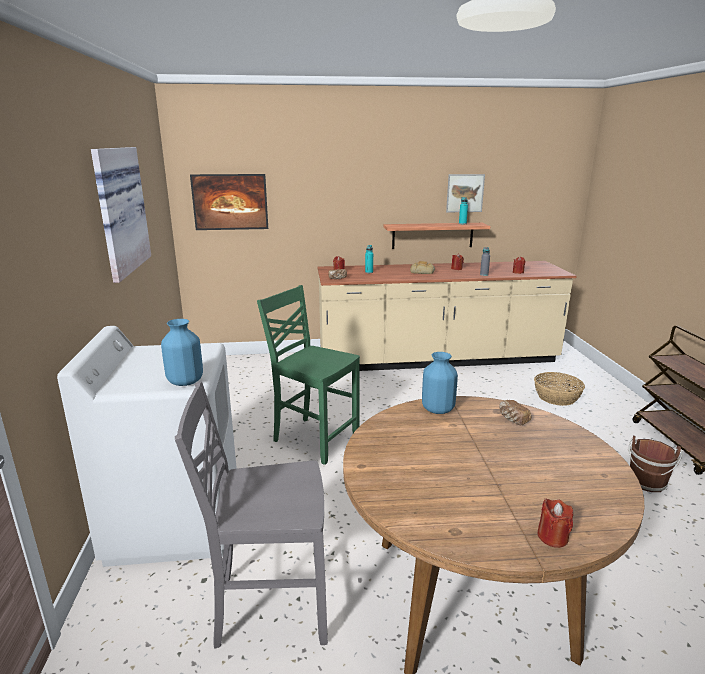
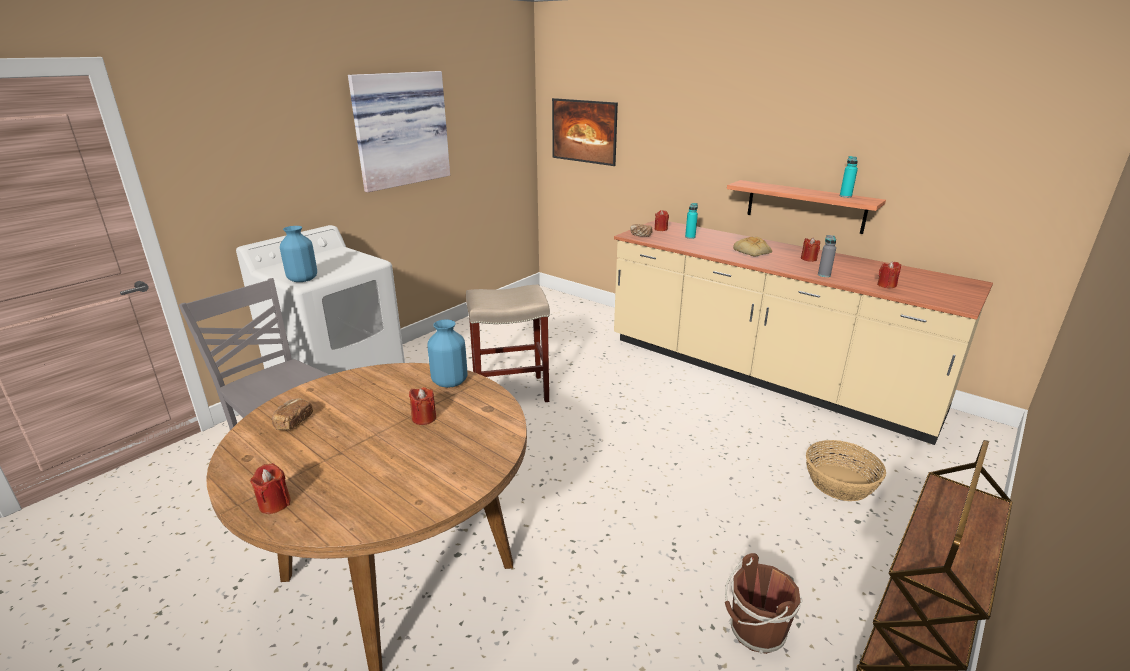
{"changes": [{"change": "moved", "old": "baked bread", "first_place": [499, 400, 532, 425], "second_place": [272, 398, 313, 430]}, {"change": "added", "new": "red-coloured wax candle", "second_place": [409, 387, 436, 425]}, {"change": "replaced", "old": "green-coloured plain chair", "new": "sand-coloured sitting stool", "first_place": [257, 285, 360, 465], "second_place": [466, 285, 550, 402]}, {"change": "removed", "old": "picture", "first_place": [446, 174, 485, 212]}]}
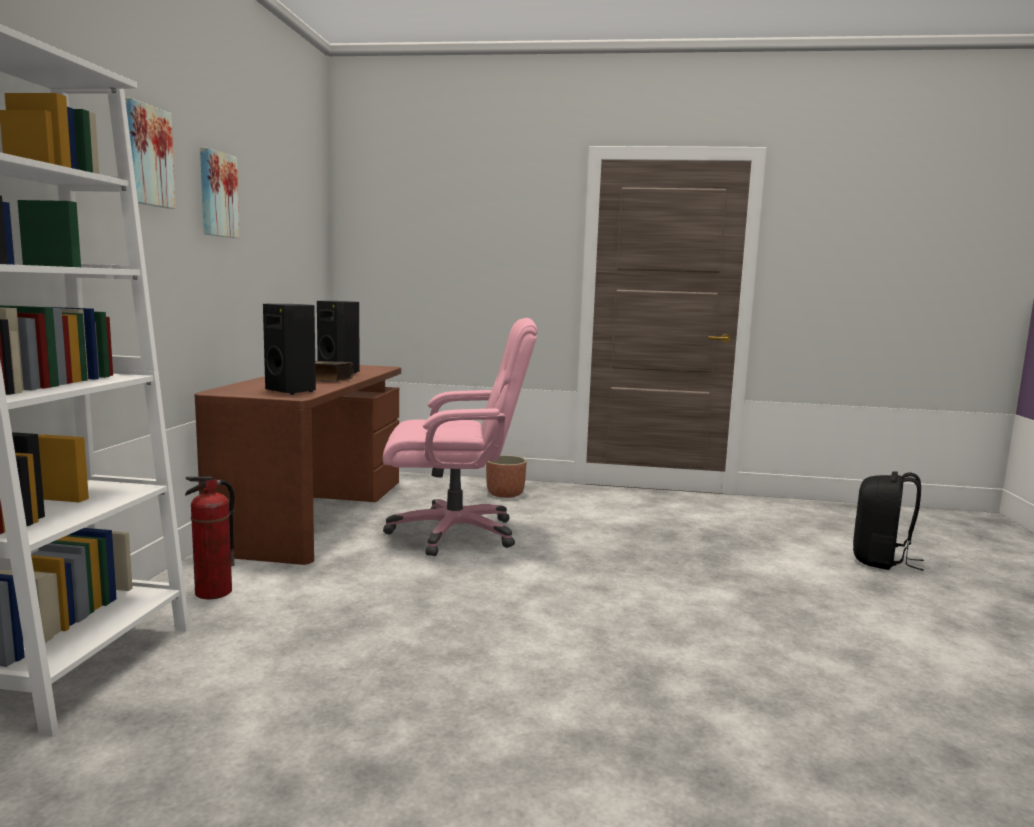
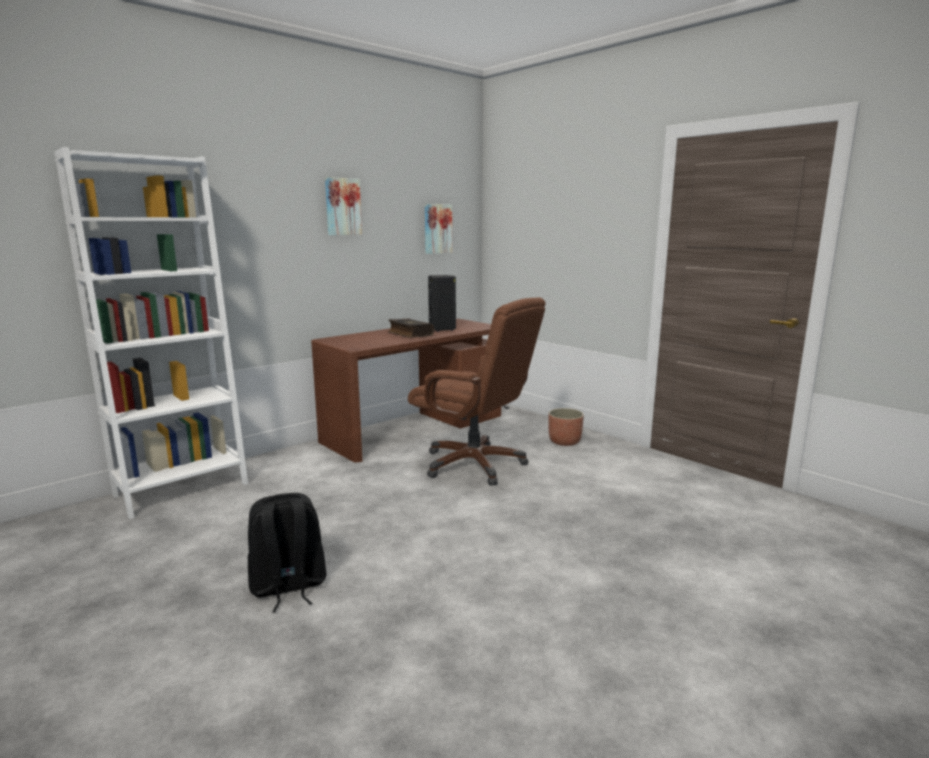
{"changes": [{"change": "moved", "old": "black knapsack", "first_place": [853, 472, 924, 571], "second_place": [248, 493, 326, 613]}, {"change": "recoloured", "old": "pink office chair", "new": "brownish office chair", "first_place": [383, 318, 537, 556], "second_place": [408, 297, 546, 486]}, {"change": "moved", "old": "picture", "first_place": [125, 98, 176, 209], "second_place": [425, 204, 452, 254]}, {"change": "removed", "old": "extinguisher", "first_place": [185, 477, 235, 599]}, {"change": "removed", "old": "black audio speaker", "first_place": [263, 304, 316, 395]}]}
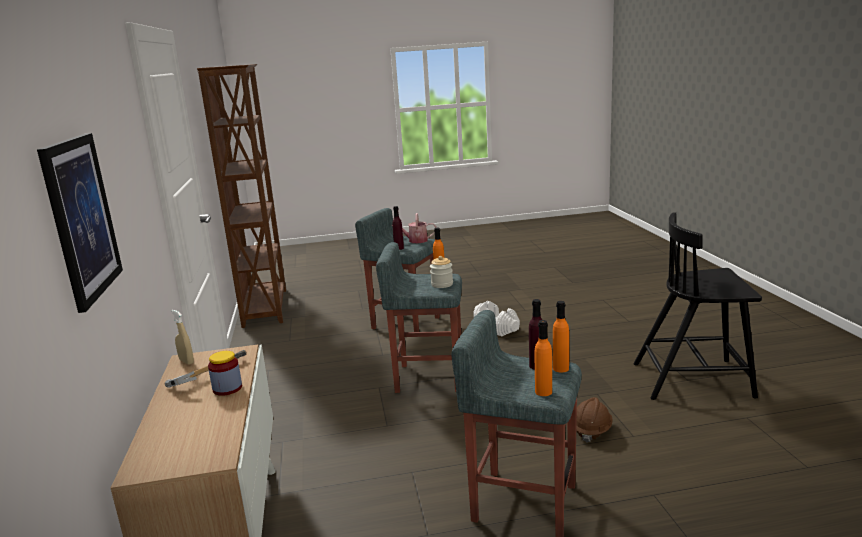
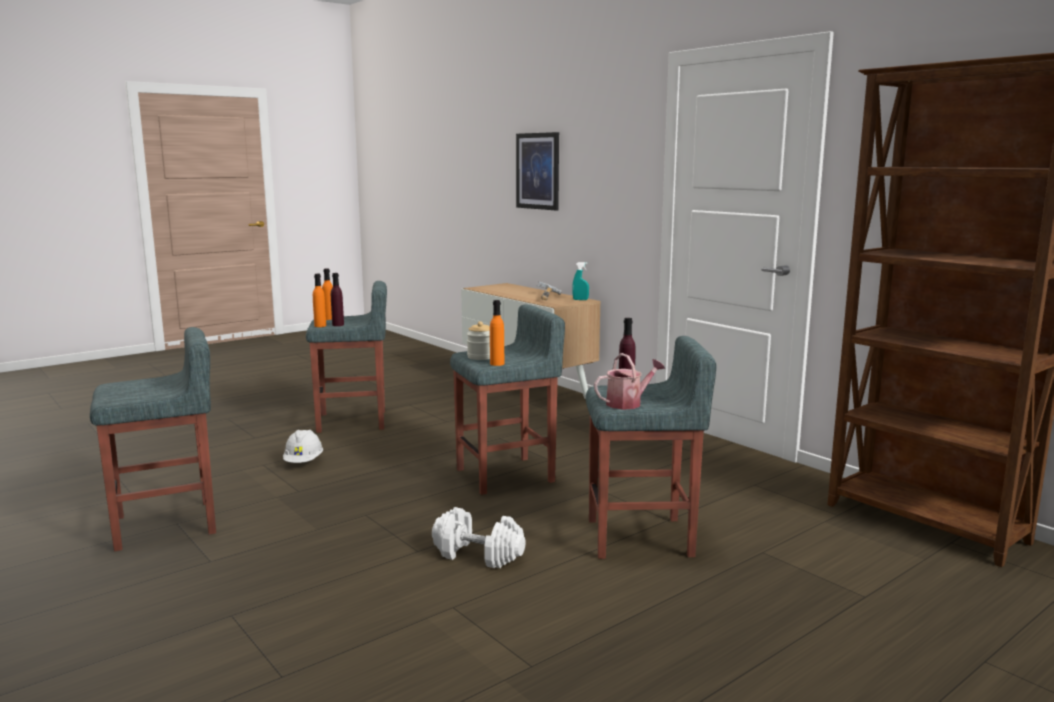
{"changes": [{"change": "replaced", "old": "black plain chair", "new": "gray sitting stool", "first_place": [634, 212, 762, 400], "second_place": [90, 327, 216, 551]}, {"change": "recoloured", "old": "brownish hard hat", "new": "white hard hat", "first_place": [576, 397, 613, 443], "second_place": [283, 430, 323, 463]}, {"change": "recoloured", "old": "sand-coloured spray bottle", "new": "turquoise-coloured spray bottle", "first_place": [171, 310, 194, 365], "second_place": [572, 262, 589, 300]}, {"change": "removed", "old": "preserve jar", "first_place": [208, 351, 242, 396]}]}
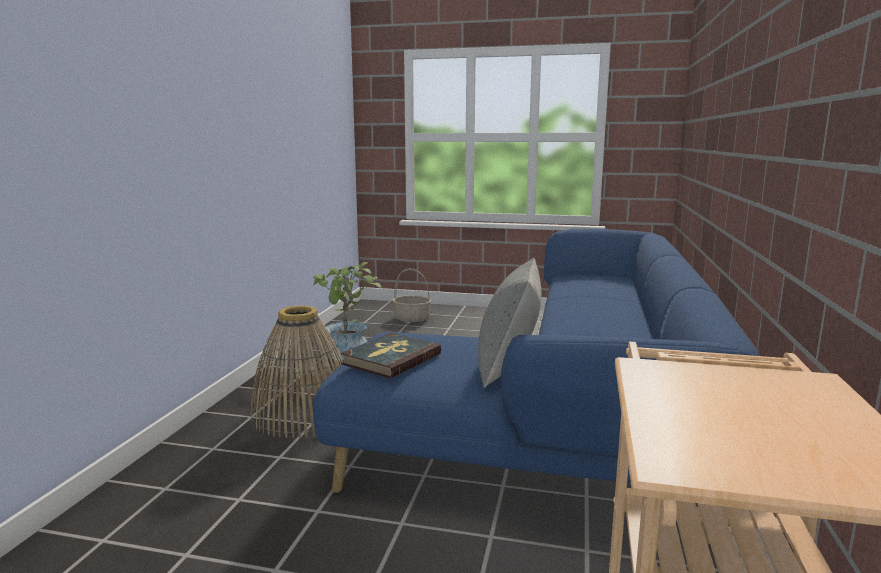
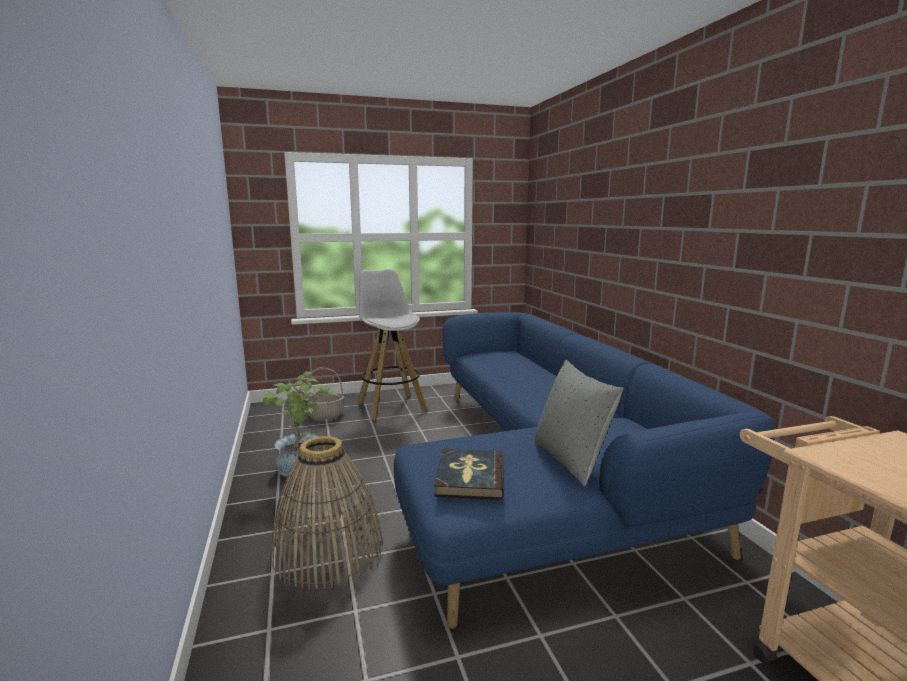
{"changes": [{"change": "added", "new": "white sitting stool", "second_place": [357, 269, 428, 420]}]}
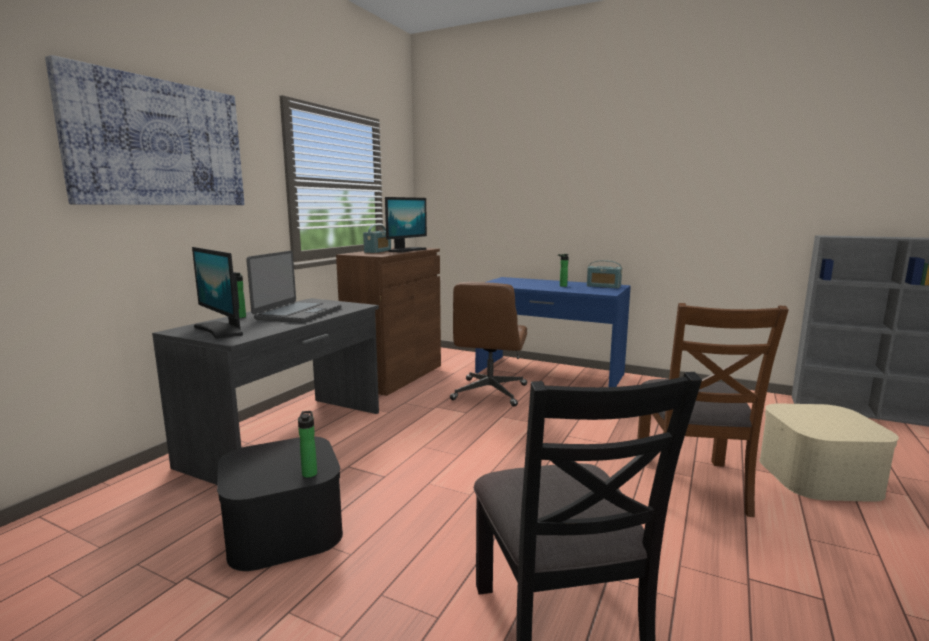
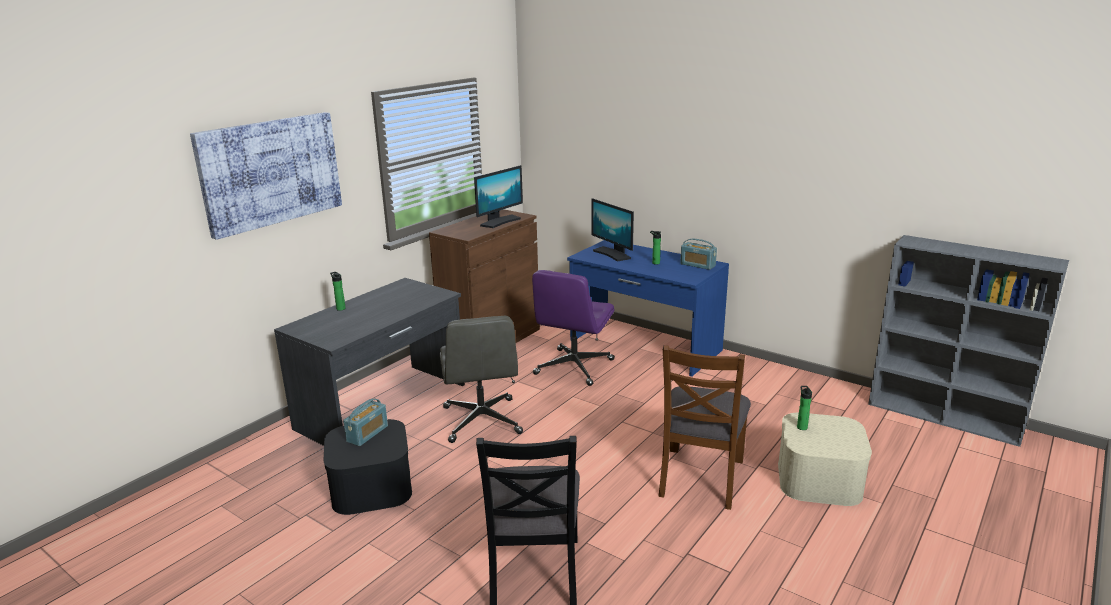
{"changes": [{"change": "moved", "old": "radio set", "first_place": [363, 225, 391, 253], "second_place": [343, 399, 388, 446]}, {"change": "added", "new": "gray office chair", "second_place": [440, 316, 523, 443]}, {"change": "recoloured", "old": "brownish office chair", "new": "purple-coloured office chair", "first_place": [450, 282, 527, 407], "second_place": [532, 270, 615, 386]}, {"change": "moved", "old": "computer screen", "first_place": [192, 247, 243, 339], "second_place": [592, 198, 634, 261]}, {"change": "moved", "old": "drink bottle", "first_place": [298, 411, 317, 478], "second_place": [797, 386, 812, 430]}, {"change": "removed", "old": "portable computer", "first_place": [246, 251, 341, 323]}]}
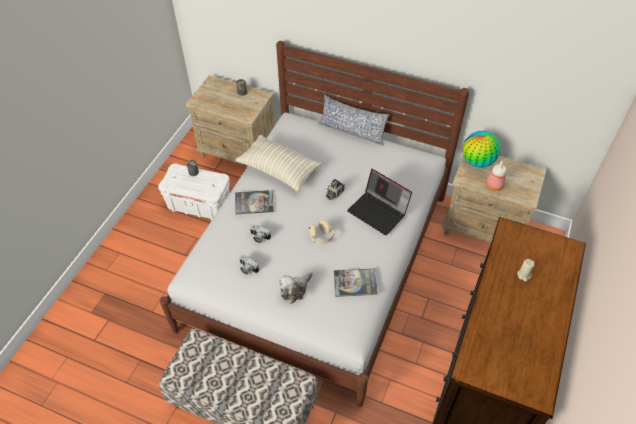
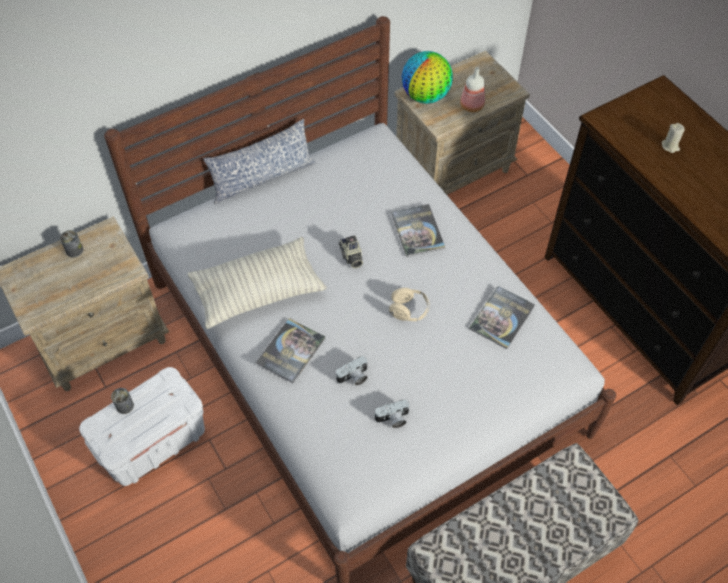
{"changes": [{"change": "replaced", "old": "portable computer", "new": "volume", "first_place": [347, 169, 412, 235], "second_place": [391, 204, 445, 257]}, {"change": "removed", "old": "soft toy", "first_place": [279, 272, 313, 304]}]}
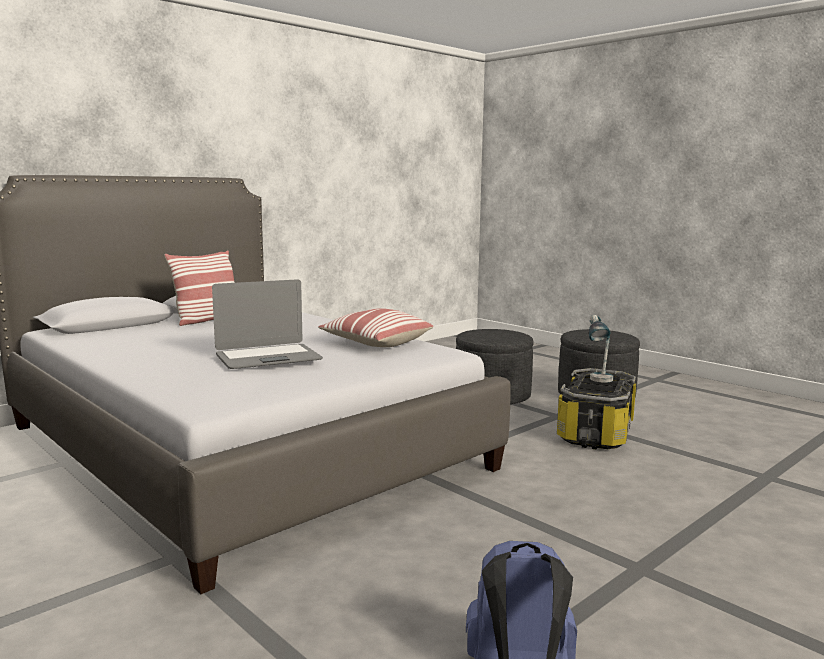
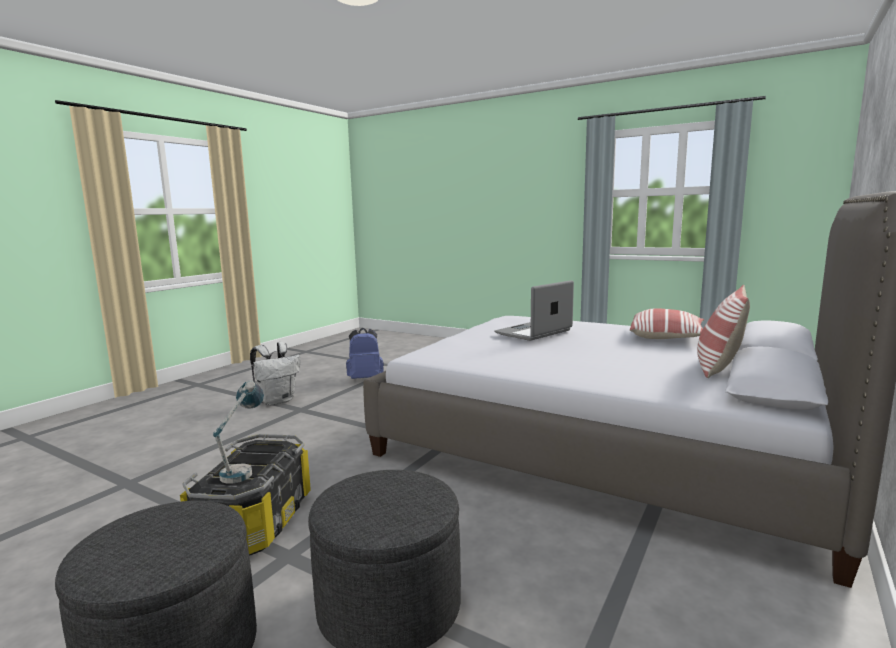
{"changes": [{"change": "added", "new": "white knapsack", "second_place": [250, 342, 300, 406]}, {"change": "moved", "old": "cushion", "first_place": [318, 308, 433, 347], "second_place": [630, 308, 704, 339]}]}
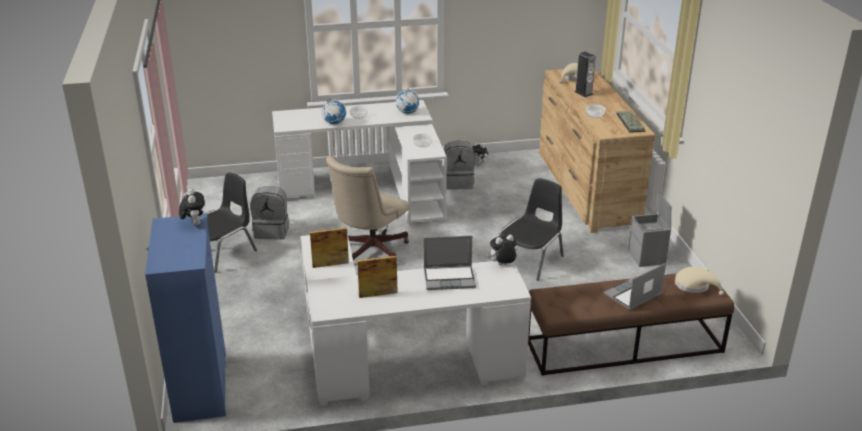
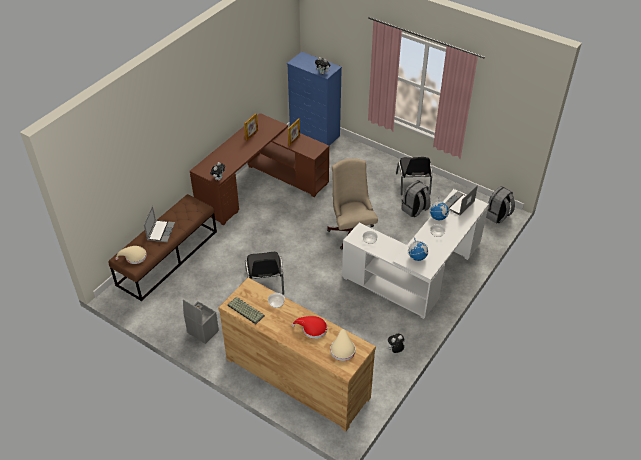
{"changes": [{"change": "recoloured", "old": "white desk table", "new": "brownish desk table", "first_place": [301, 233, 531, 406], "second_place": [190, 113, 329, 226]}, {"change": "replaced", "old": "audio speaker", "new": "red-coloured clothing hat", "first_place": [575, 52, 596, 97], "second_place": [291, 316, 327, 339]}, {"change": "moved", "old": "portable computer", "first_place": [424, 236, 476, 290], "second_place": [445, 185, 478, 216]}, {"change": "moved", "old": "gray knapsack", "first_place": [444, 141, 475, 190], "second_place": [486, 186, 515, 224]}]}
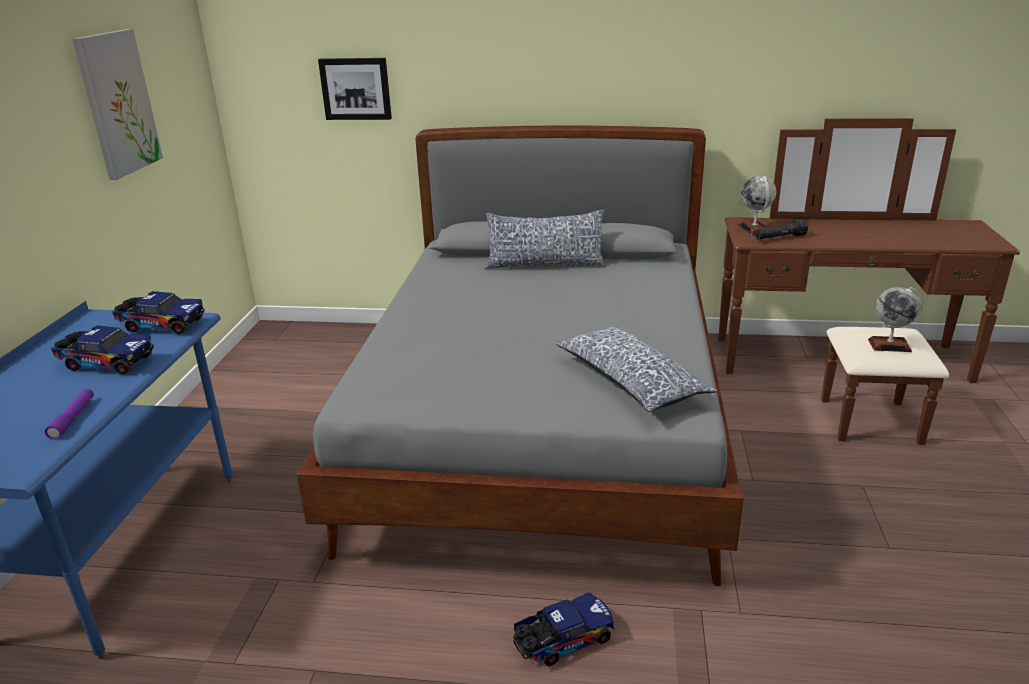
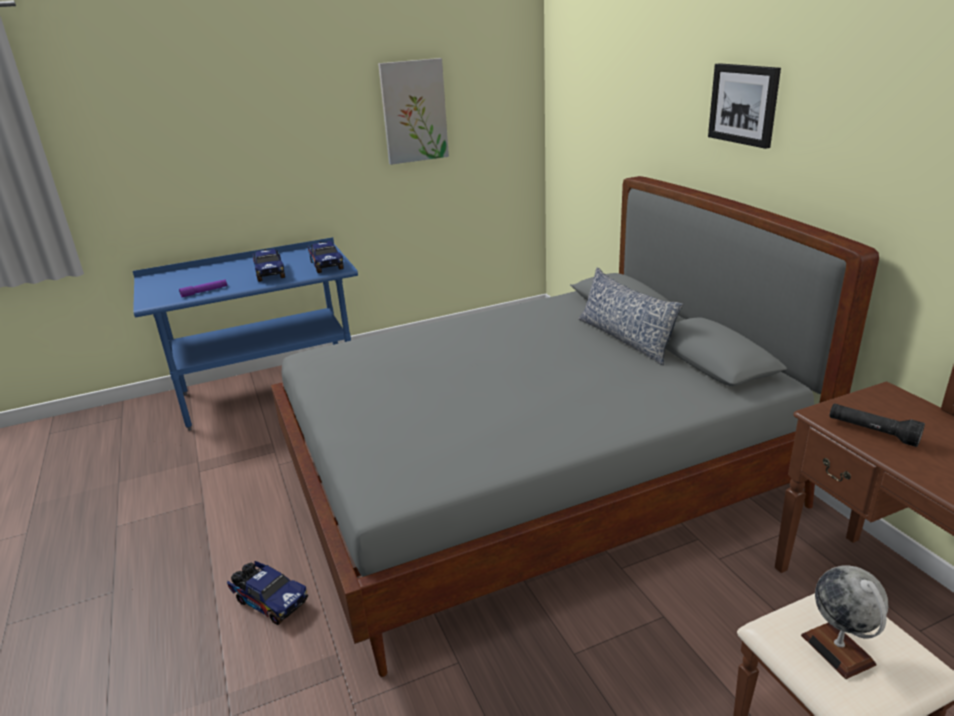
{"changes": [{"change": "moved", "old": "picture", "first_place": [318, 58, 392, 120], "second_place": [708, 63, 781, 149]}, {"change": "removed", "old": "cushion", "first_place": [555, 325, 717, 412]}, {"change": "removed", "old": "desk globe", "first_place": [738, 176, 776, 235]}]}
